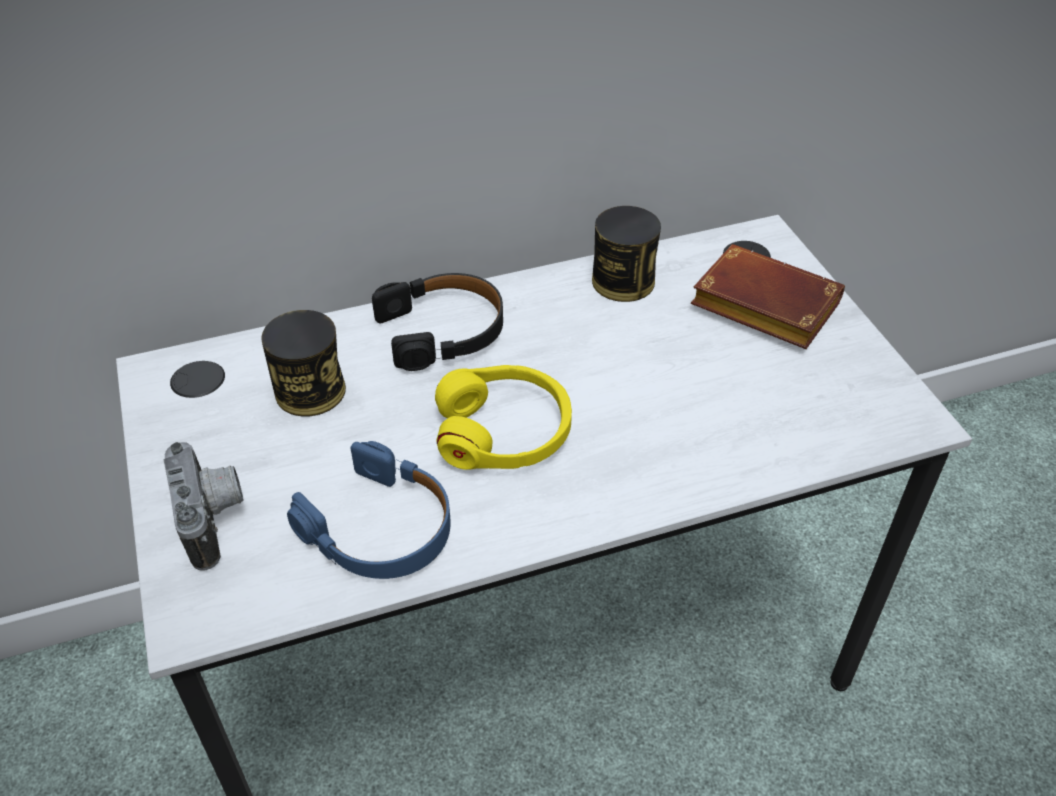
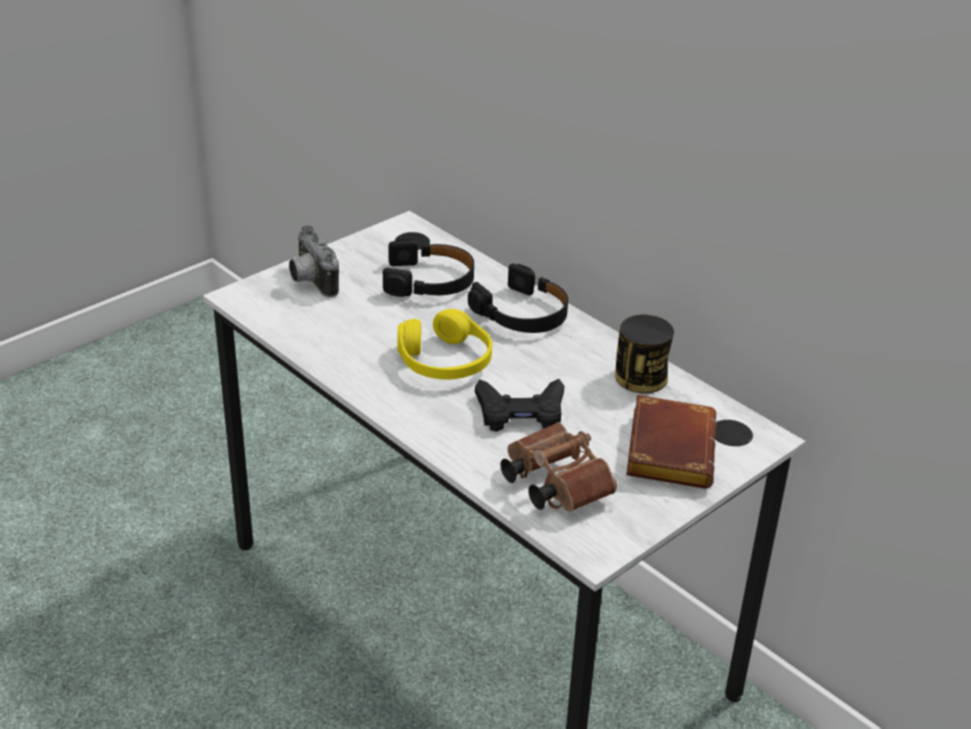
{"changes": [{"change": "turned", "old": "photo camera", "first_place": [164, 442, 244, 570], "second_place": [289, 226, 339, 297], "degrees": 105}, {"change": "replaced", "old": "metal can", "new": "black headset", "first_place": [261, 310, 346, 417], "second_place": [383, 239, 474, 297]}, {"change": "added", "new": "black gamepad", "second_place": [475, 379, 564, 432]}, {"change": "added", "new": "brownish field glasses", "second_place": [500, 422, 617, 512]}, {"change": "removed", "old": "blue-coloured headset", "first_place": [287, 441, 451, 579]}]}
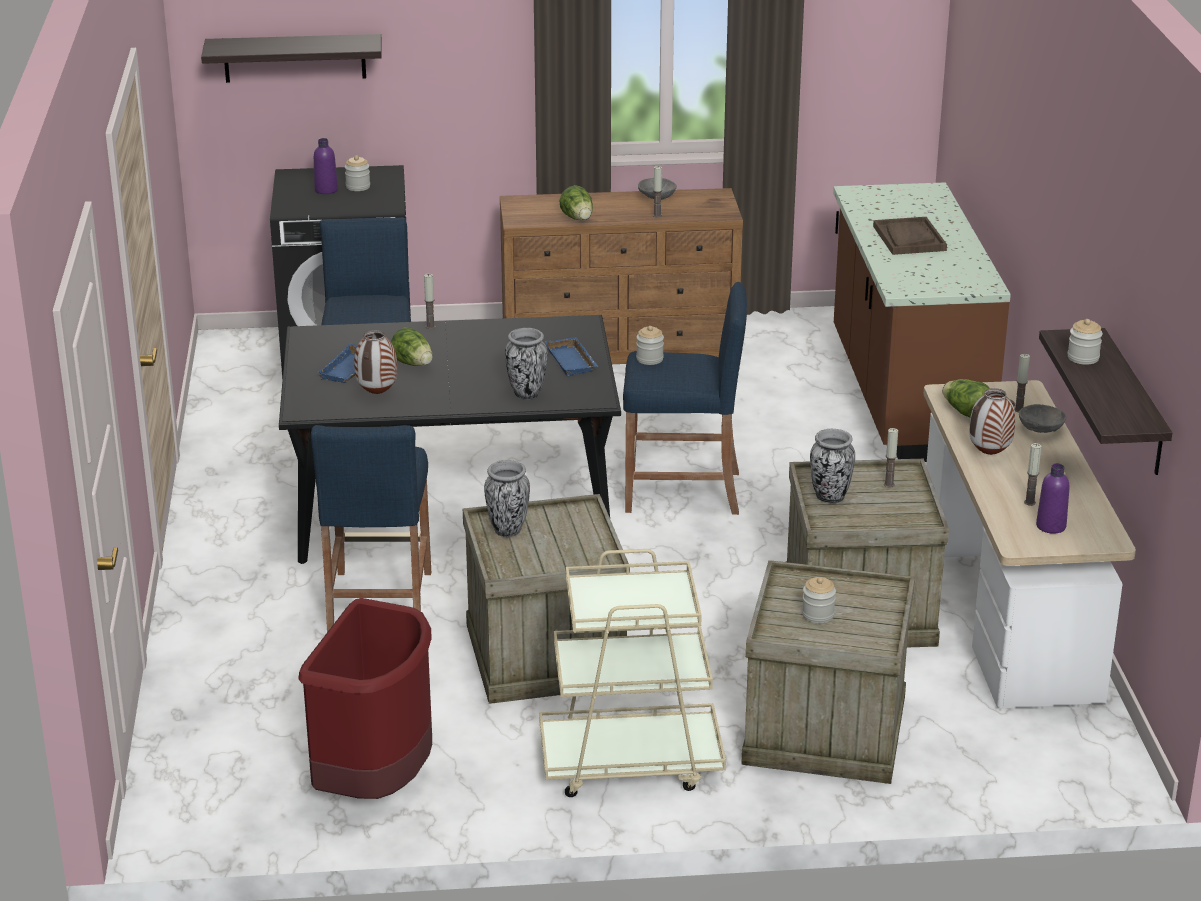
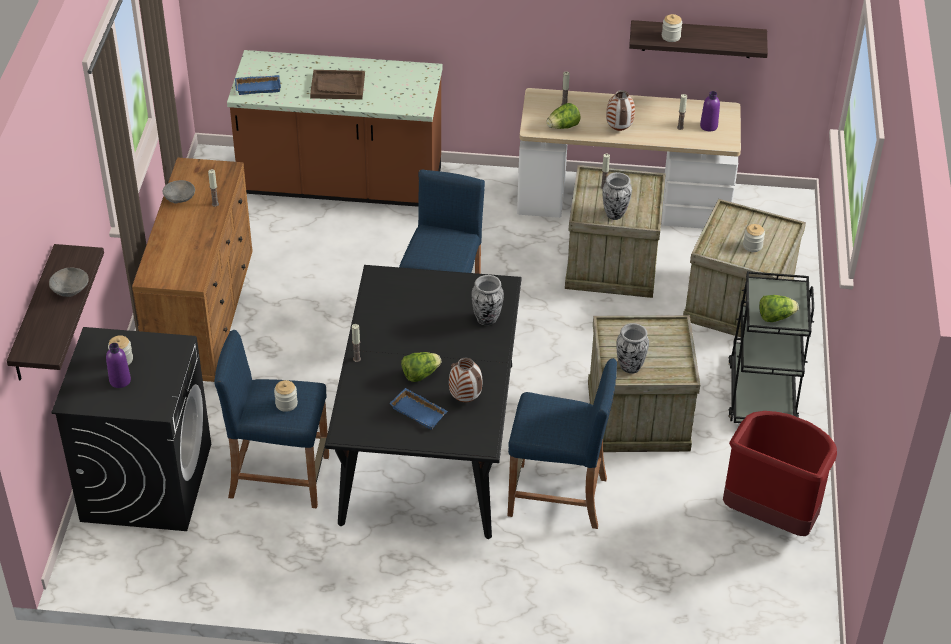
{"changes": [{"change": "moved", "old": "gray deep dish", "first_place": [1019, 404, 1066, 433], "second_place": [49, 268, 89, 297]}, {"change": "moved", "old": "blue-coloured serving tray", "first_place": [545, 337, 598, 376], "second_place": [235, 75, 281, 95]}, {"change": "moved", "old": "preserve jar", "first_place": [636, 326, 664, 365], "second_place": [274, 380, 298, 412]}, {"change": "recoloured", "old": "sand-coloured trolley", "new": "black trolley", "first_place": [539, 549, 726, 797], "second_place": [728, 271, 814, 423]}, {"change": "moved", "old": "lettuce", "first_place": [560, 185, 593, 220], "second_place": [759, 295, 799, 322]}]}
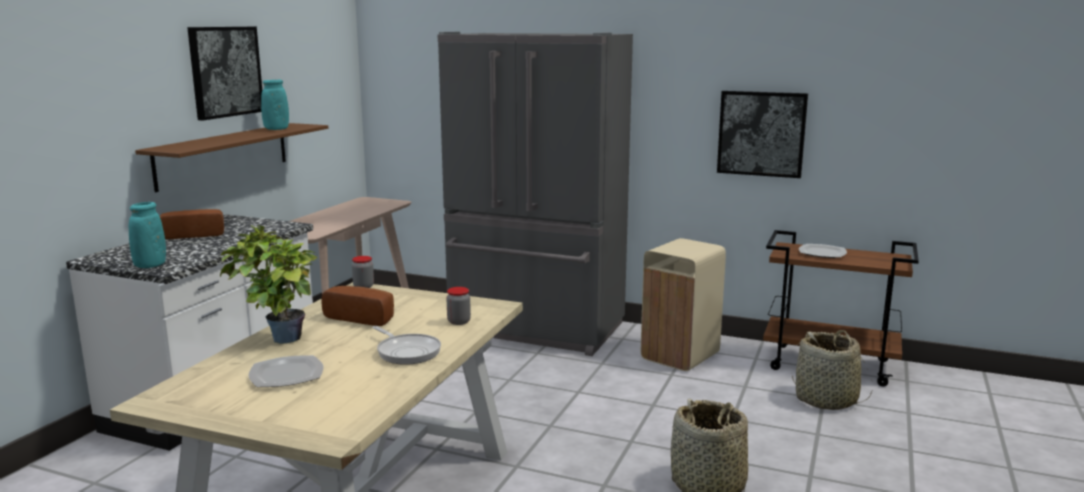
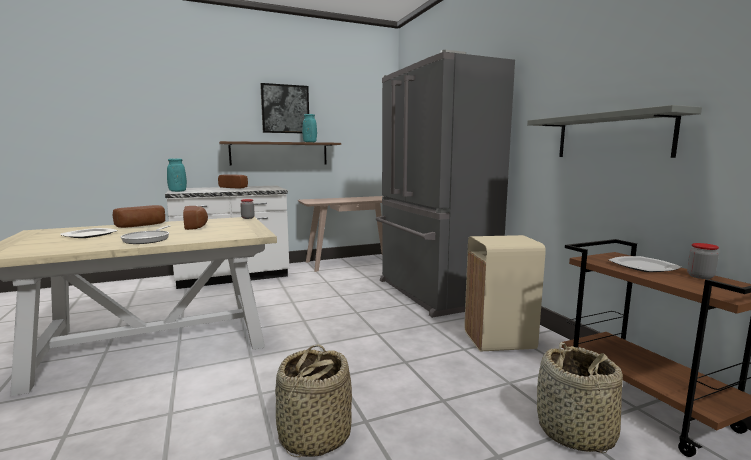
{"changes": [{"change": "replaced", "old": "houseplant", "new": "baked bread", "first_place": [220, 225, 317, 344], "second_place": [113, 205, 165, 228]}, {"change": "replaced", "old": "picture", "new": "gray bracket shelf", "first_place": [717, 91, 808, 178], "second_place": [527, 105, 702, 158]}, {"change": "moved", "old": "preserve jar", "first_place": [446, 287, 471, 325], "second_place": [687, 243, 719, 279]}]}
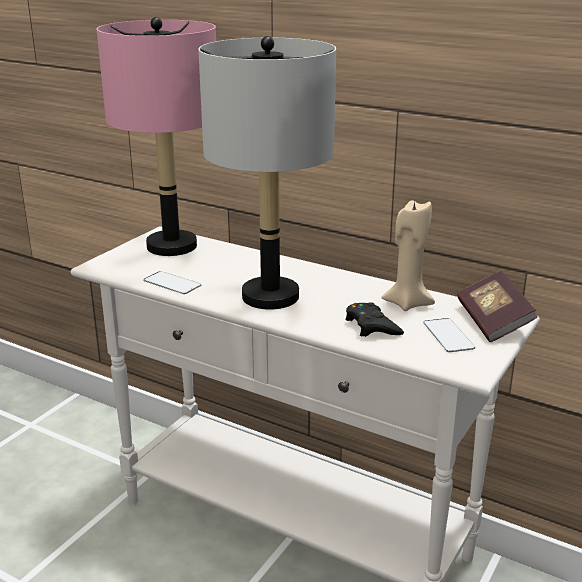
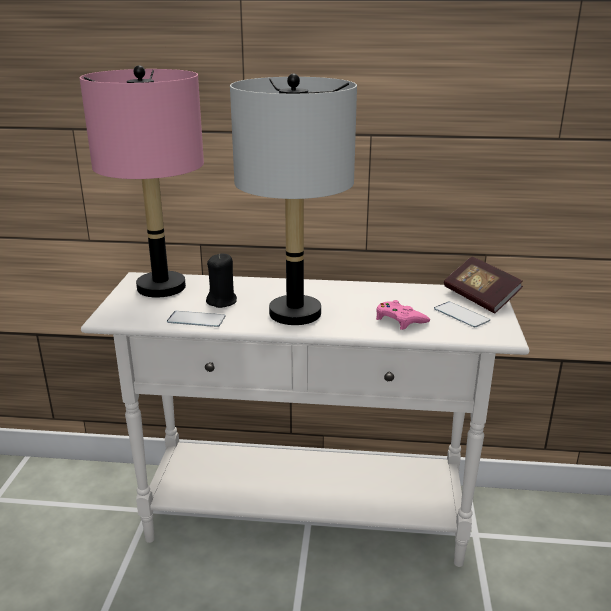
{"changes": [{"change": "added", "new": "black wax candle", "second_place": [206, 253, 237, 308]}, {"change": "recoloured", "old": "black gamepad", "new": "pink gamepad", "first_place": [346, 302, 404, 337], "second_place": [376, 300, 430, 330]}, {"change": "removed", "old": "sand-coloured wax candle", "first_place": [381, 200, 435, 311]}]}
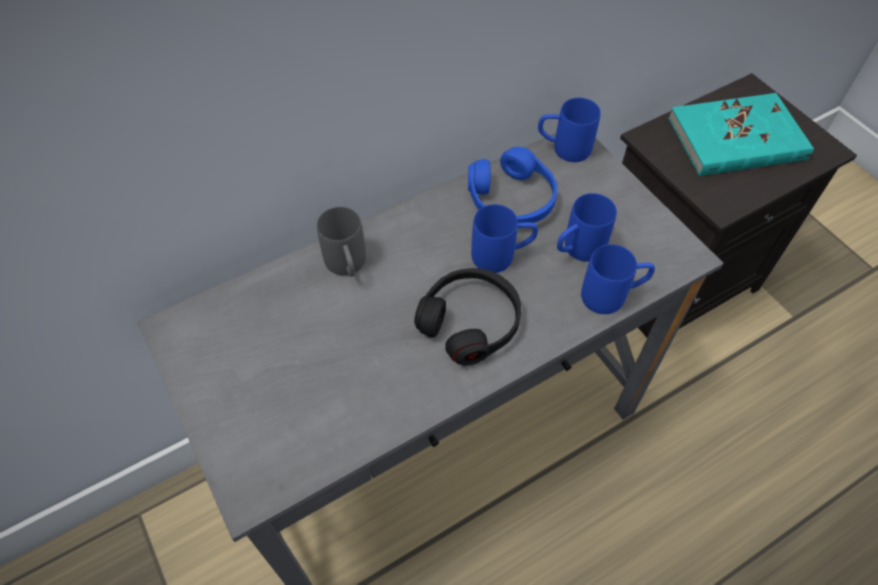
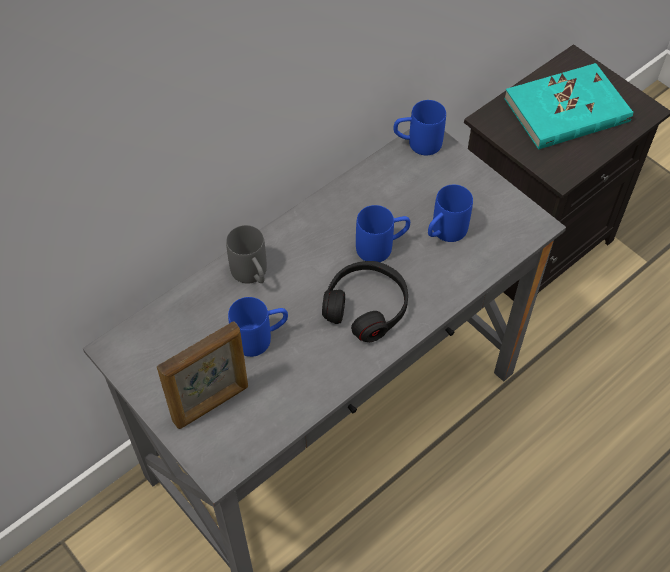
{"changes": [{"change": "added", "new": "photo frame", "second_place": [157, 321, 248, 429]}, {"change": "moved", "old": "blue-coloured mug", "first_place": [581, 244, 655, 314], "second_place": [228, 297, 288, 357]}, {"change": "removed", "old": "blue-coloured headset", "first_place": [468, 147, 557, 223]}]}
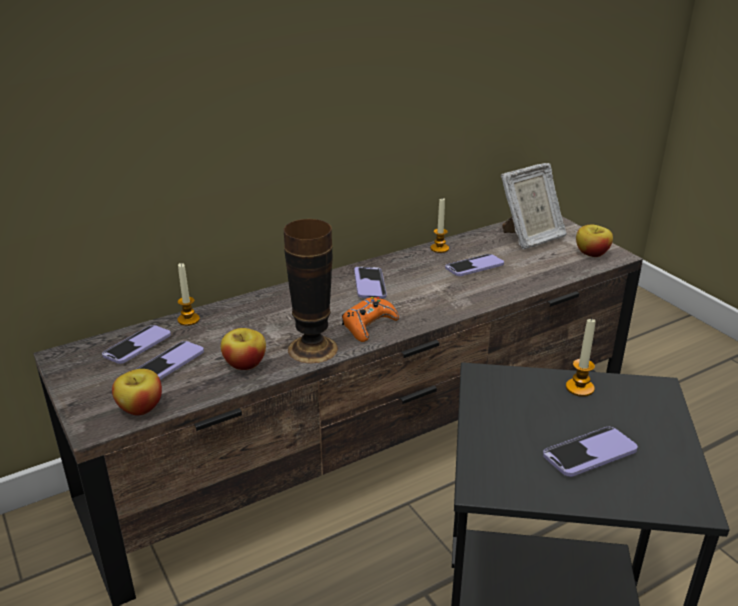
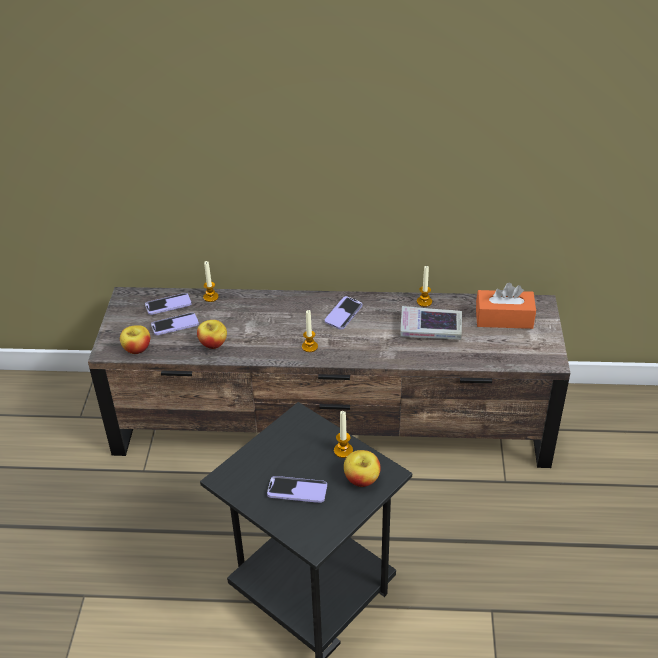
{"changes": [{"change": "replaced", "old": "orange gamepad", "new": "wax candle", "first_place": [342, 297, 399, 342], "second_place": [302, 310, 318, 352]}, {"change": "moved", "old": "whole apple", "first_place": [576, 224, 613, 257], "second_place": [344, 450, 381, 487]}, {"change": "replaced", "old": "handset", "new": "volume", "first_place": [445, 254, 504, 276], "second_place": [400, 306, 462, 340]}, {"change": "replaced", "old": "photo frame", "new": "orange tissue box", "first_place": [501, 163, 567, 250], "second_place": [476, 283, 536, 329]}, {"change": "removed", "old": "flower vase", "first_place": [284, 219, 338, 363]}]}
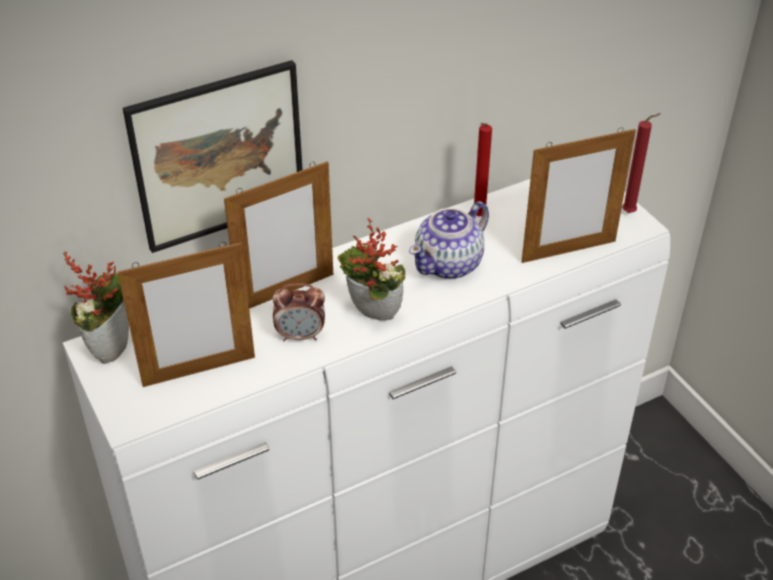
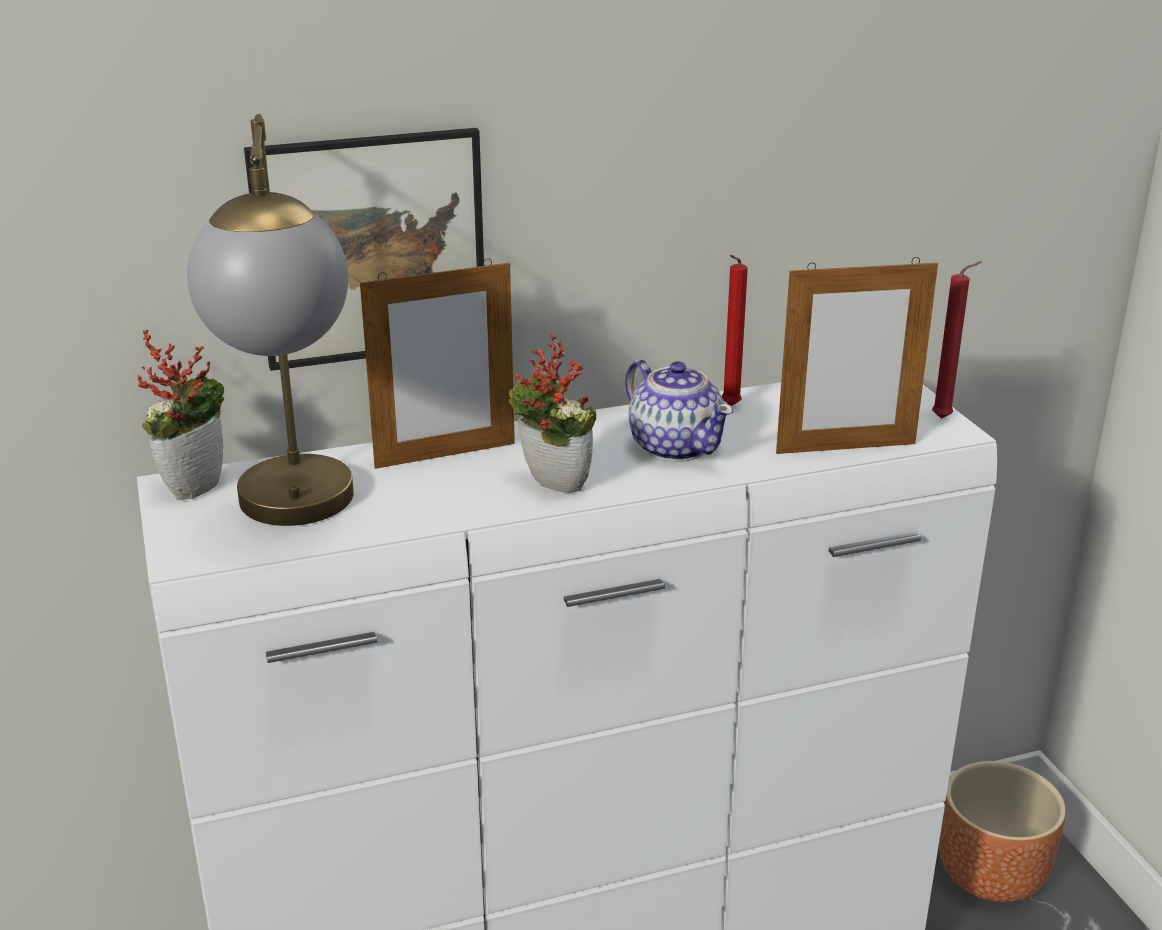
{"changes": [{"change": "replaced", "old": "photo frame", "new": "tabletop lamp", "first_place": [117, 242, 255, 387], "second_place": [187, 114, 354, 526]}, {"change": "turned", "old": "tea pot", "first_place": [409, 201, 489, 279], "second_place": [625, 360, 733, 462], "degrees": -90}, {"change": "added", "new": "brownish plant pot", "second_place": [939, 761, 1066, 902]}, {"change": "removed", "old": "table clock", "first_place": [273, 283, 325, 341]}]}
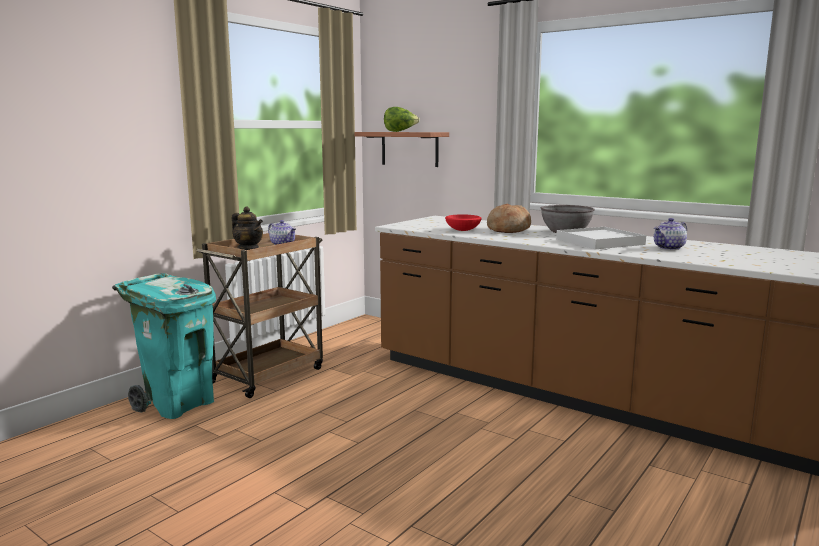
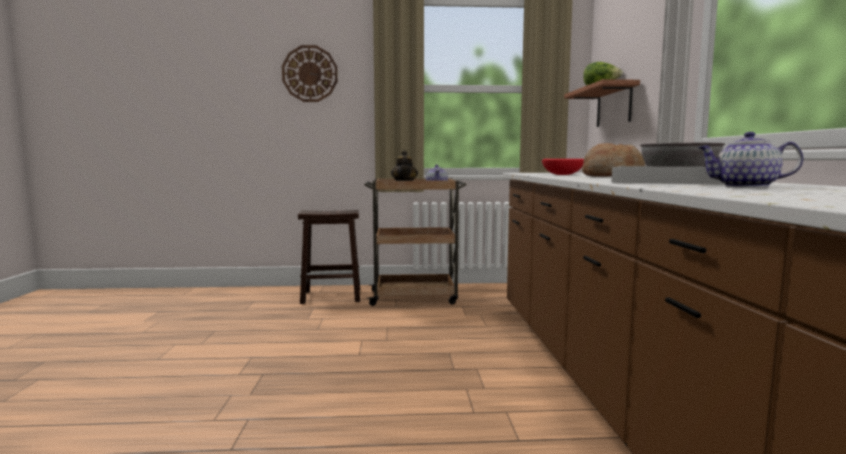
{"changes": [{"change": "added", "new": "clock on the wall", "second_place": [282, 45, 338, 102]}, {"change": "replaced", "old": "turquoise-coloured trash can", "new": "brownish sitting stool", "first_place": [112, 273, 216, 419], "second_place": [298, 210, 360, 304]}]}
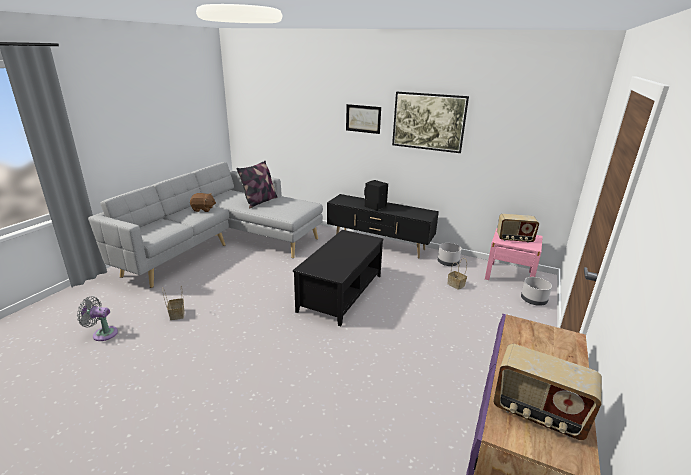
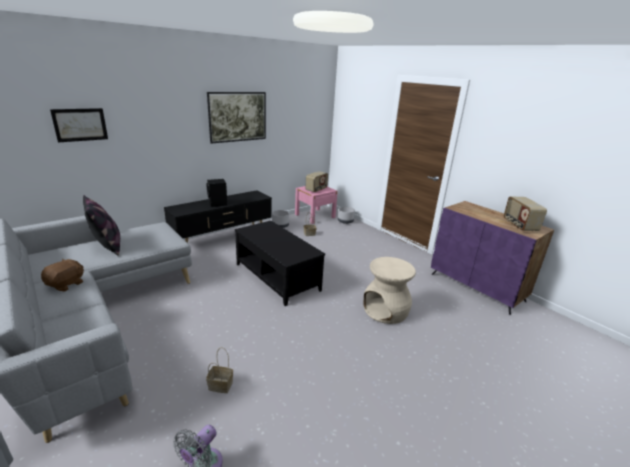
{"changes": [{"change": "moved", "old": "picture", "first_place": [346, 104, 381, 134], "second_place": [50, 108, 108, 142]}, {"change": "added", "new": "sand-coloured sitting stool", "second_place": [364, 257, 416, 324]}, {"change": "turned", "old": "radio set", "first_place": [493, 344, 602, 440], "second_place": [504, 196, 547, 231], "degrees": 120}]}
